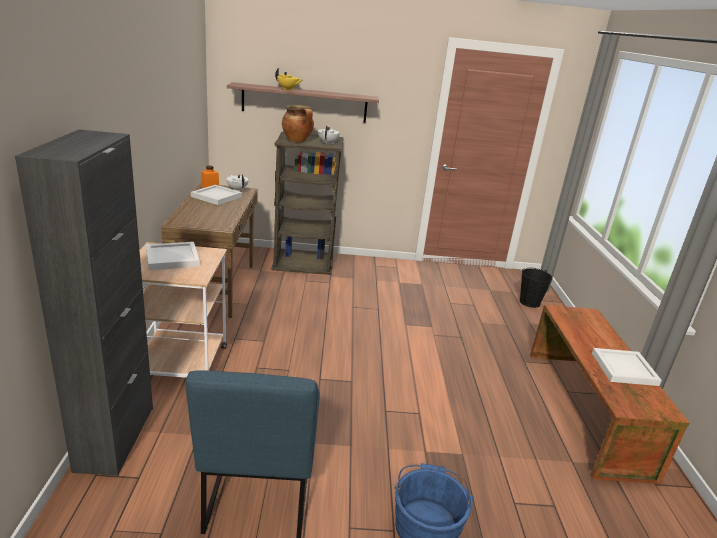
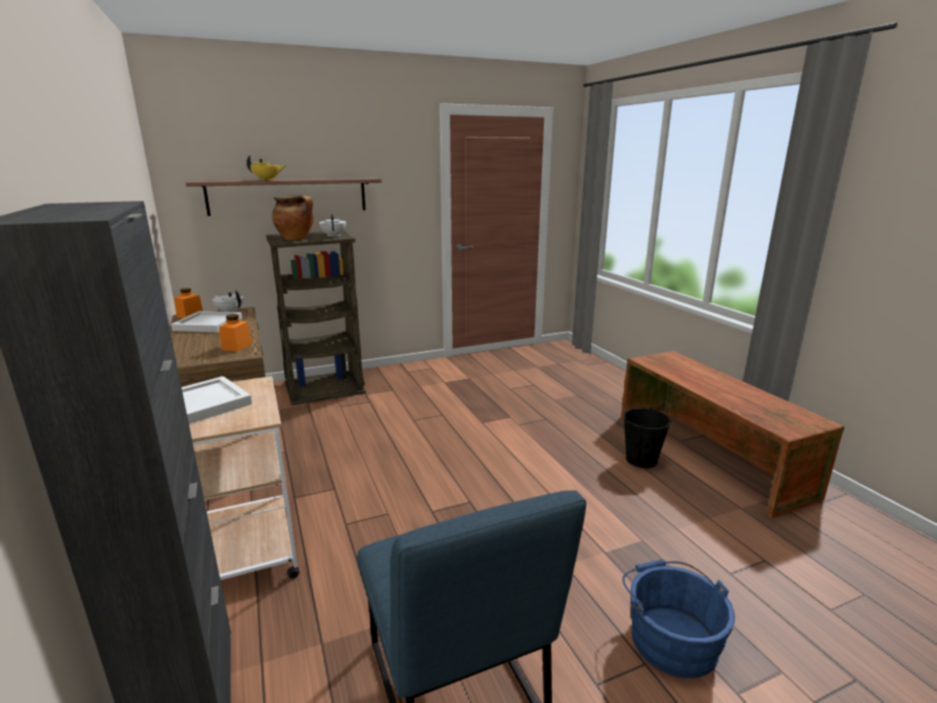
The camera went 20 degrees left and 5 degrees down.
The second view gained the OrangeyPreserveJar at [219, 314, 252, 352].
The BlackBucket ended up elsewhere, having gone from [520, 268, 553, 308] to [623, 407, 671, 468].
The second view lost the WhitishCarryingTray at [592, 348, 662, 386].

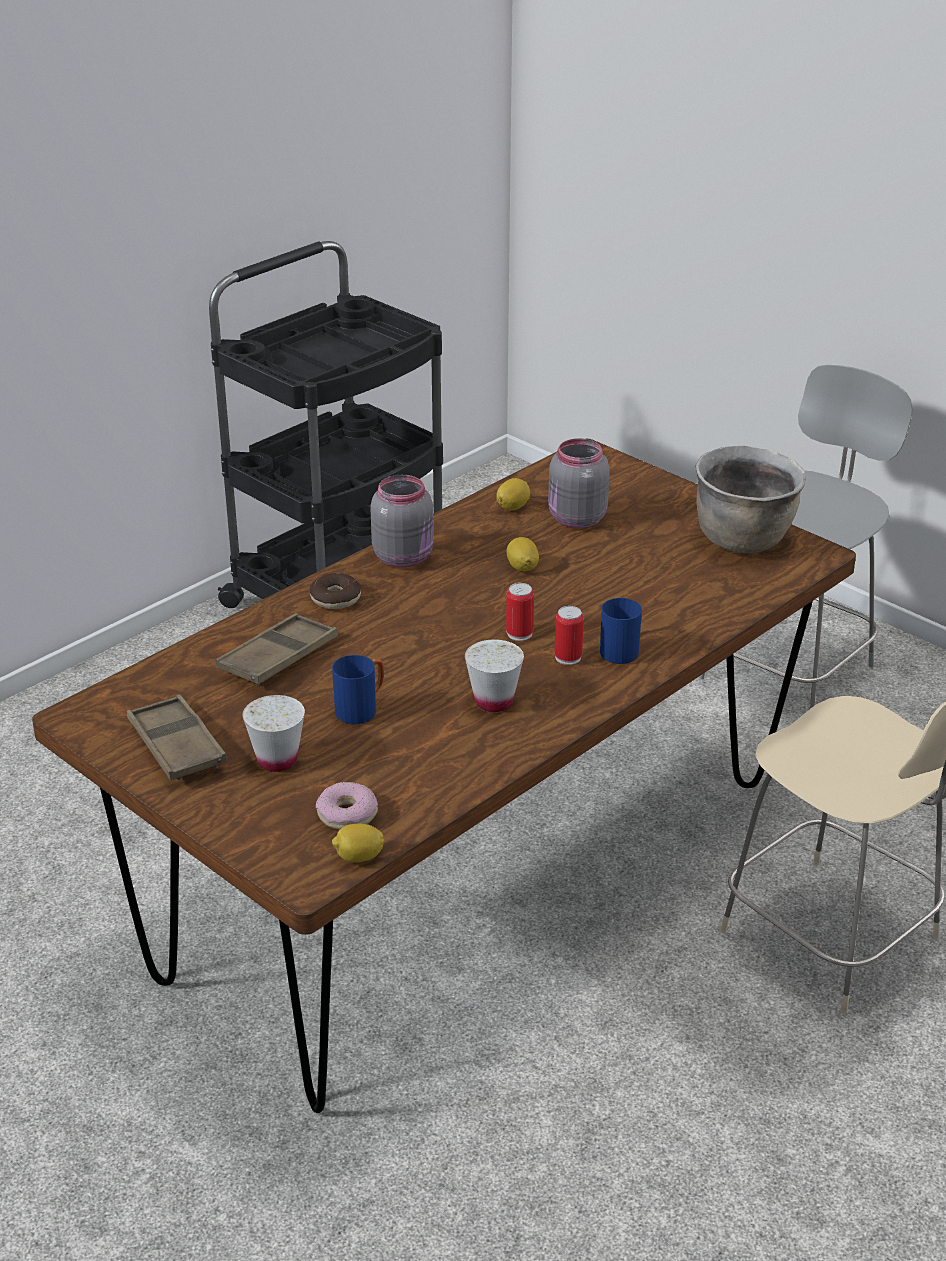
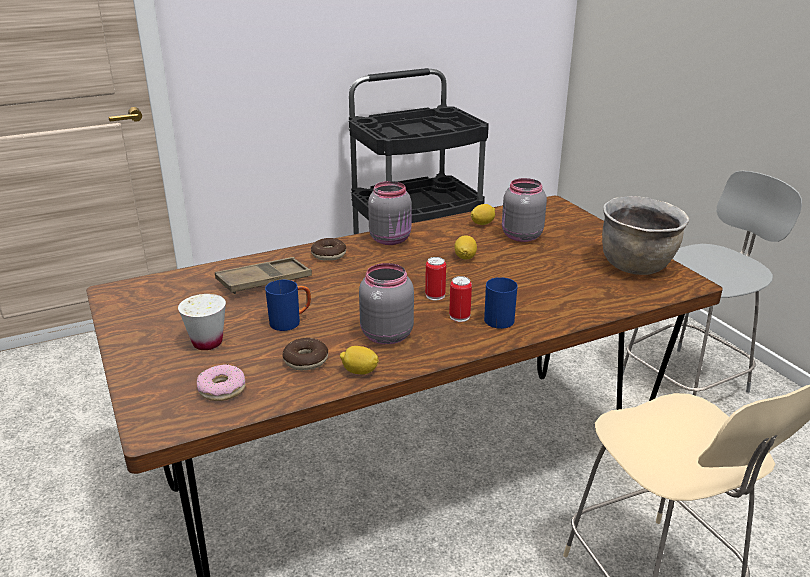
The camera went 20 degrees right and 5 degrees down.
The second view gained the RingDoughnut at [282, 338, 328, 370].
The Lemon ended up elsewhere, having gone from [332, 824, 385, 862] to [340, 346, 379, 375].
Where the WhitishDrinkingCup stood at [465, 639, 524, 712], the GreyishPreserveJar came to stand at [359, 263, 414, 344].
The second view lost the BrownCarryingTray at [127, 694, 227, 780].

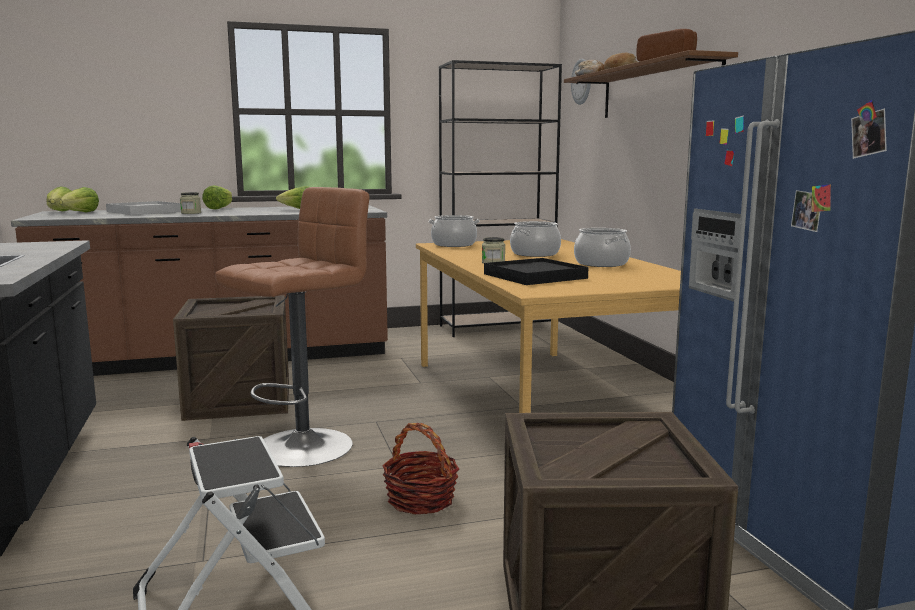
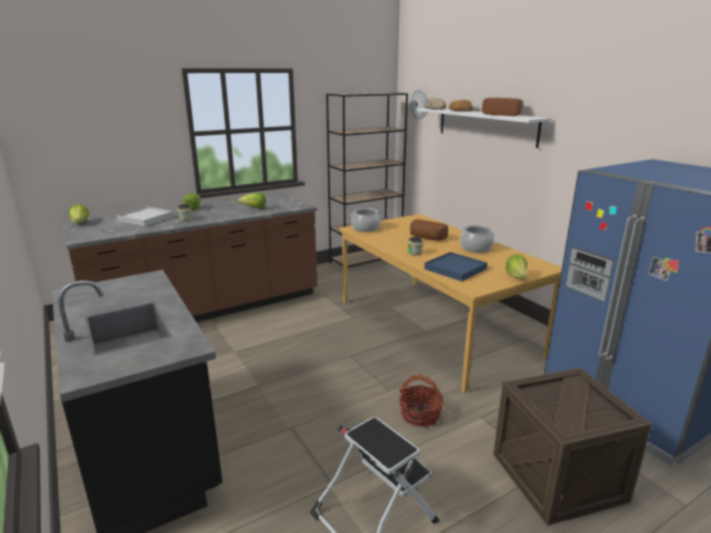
The camera went 15 degrees left and 10 degrees up.
Where the Saucepot stood at [510, 221, 561, 257], the Bread came to stand at [410, 219, 448, 241].
What was the BrownBracketShelf at [564, 50, 738, 118] turned into the WhitishBracketShelf at [416, 108, 552, 148].
What was the BlackCarryingTray at [484, 258, 589, 285] turned into the BlueColouredCarryingTray at [424, 252, 487, 281].
The Lettuce ended up elsewhere, having gone from [59, 187, 99, 212] to [505, 254, 527, 278].
The second view lost the Crate at [173, 295, 289, 421].
The second view lost the BrownStool at [215, 187, 370, 467].

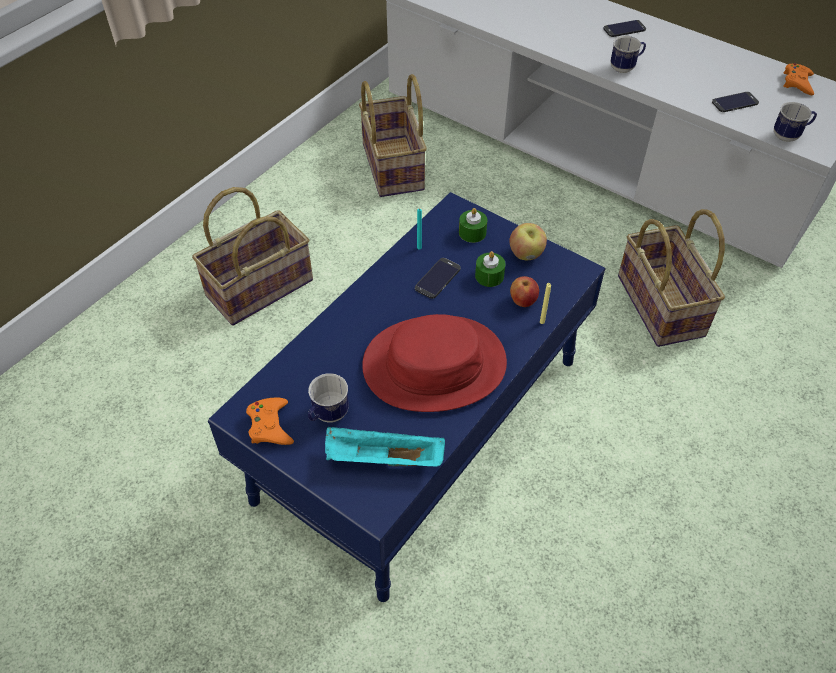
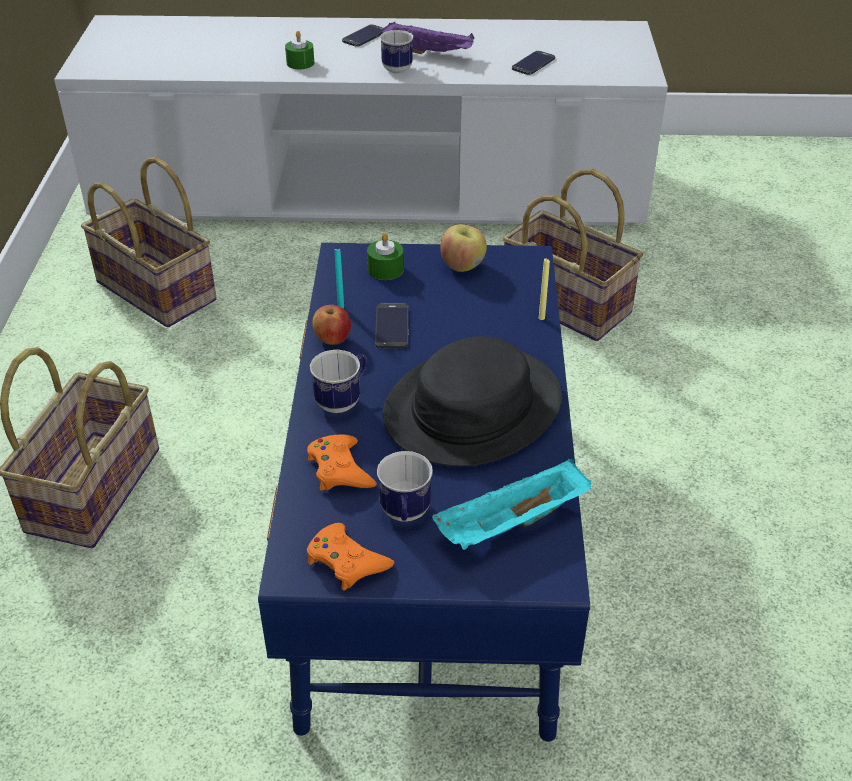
The camera went 35 degrees left and 10 degrees down.
The GreenColouredCandle ended up elsewhere, having gone from [475, 251, 505, 287] to [285, 31, 314, 69].
The OrangeyJoypad ended up elsewhere, having gone from [783, 63, 814, 95] to [307, 434, 377, 491].
The TeaMug ended up elsewhere, having gone from [774, 102, 817, 142] to [310, 350, 367, 413].
The Apple ended up elsewhere, having gone from [510, 276, 539, 307] to [312, 305, 351, 345].
The second view gained the PurpleCarryingTray at [381, 22, 474, 54].
What was the ReddishHat at [362, 314, 507, 412] turned into the BlackHat at [383, 336, 562, 467].

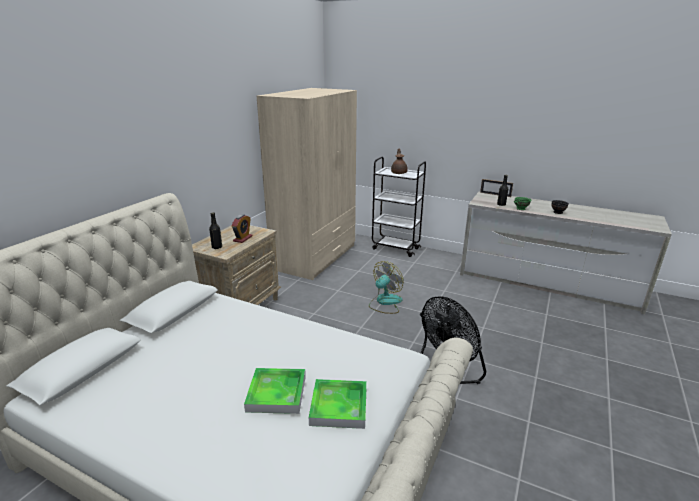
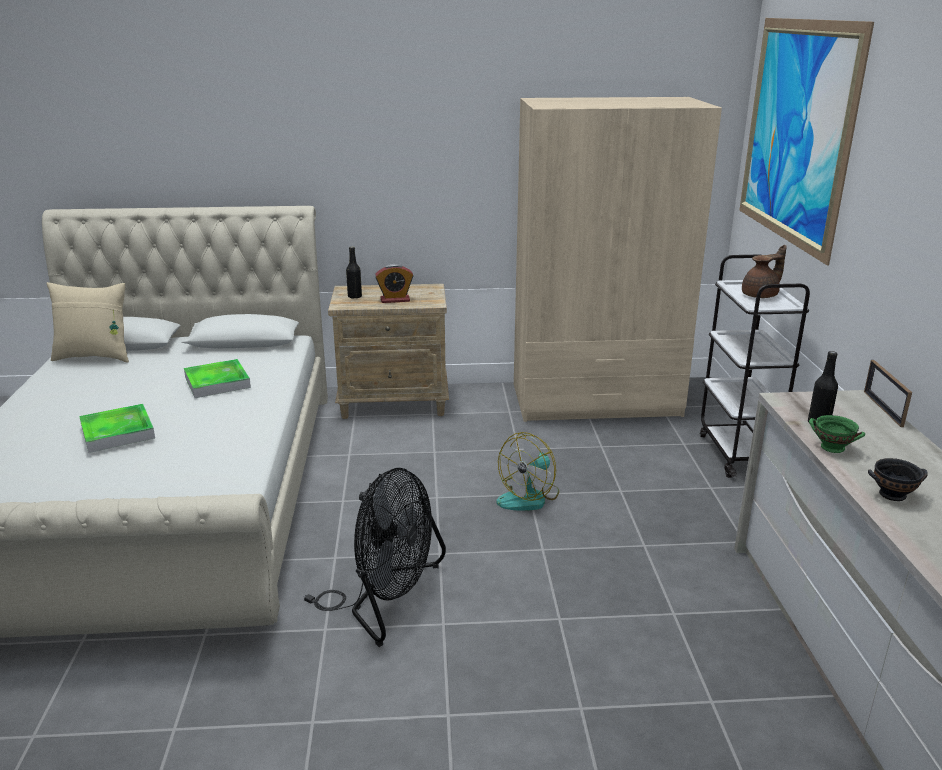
The camera went 60 degrees right and 0 degrees up.
The second view gained the SandColouredPillow at [47, 282, 129, 363].
The CarryingTray ended up elsewhere, having gone from [309, 379, 367, 429] to [184, 359, 251, 398].
The ElectricFan at [369, 261, 404, 314] ended up facing another way, 120 degrees clockwise from before.
The second view gained the WallArt at [739, 18, 874, 266].

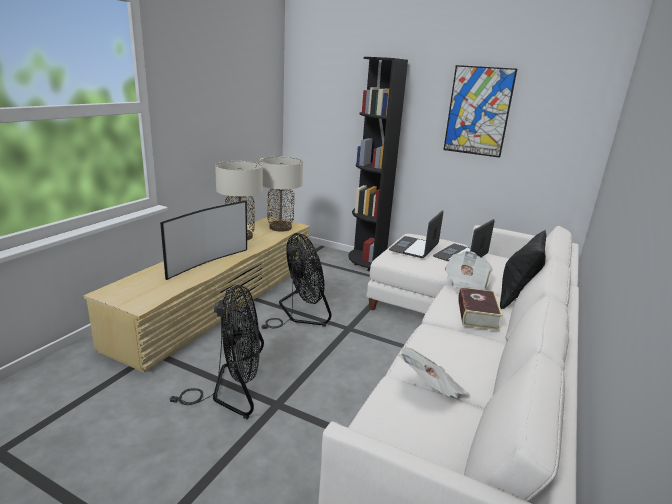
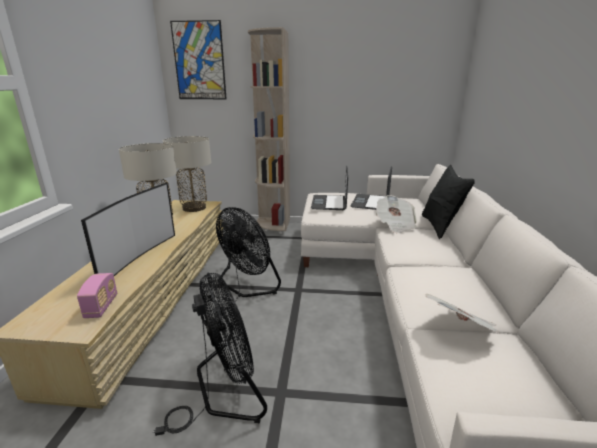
The camera went 20 degrees left and 0 degrees up.
The second view gained the RadioReceiver at [77, 273, 117, 318].
The WallArt ended up elsewhere, having gone from [443, 65, 517, 158] to [170, 20, 226, 99].
What was the BlackBookshelf at [348, 57, 408, 271] turned into the SandColouredBookshelf at [248, 27, 290, 234].
The second view lost the Volume at [458, 287, 503, 331].

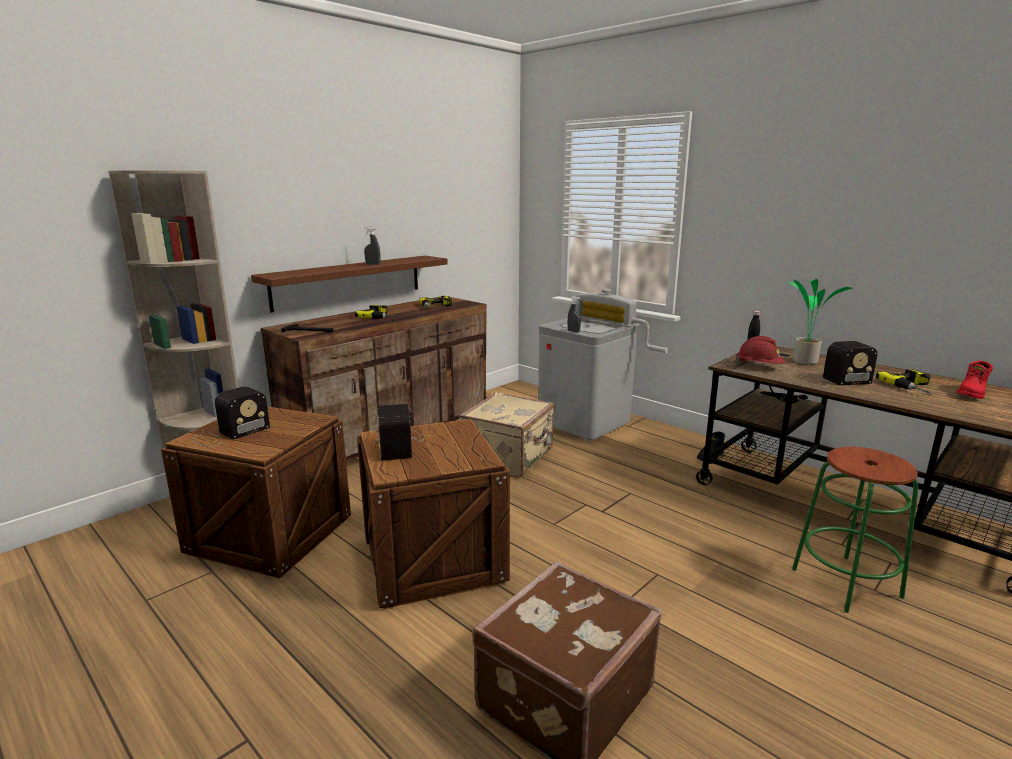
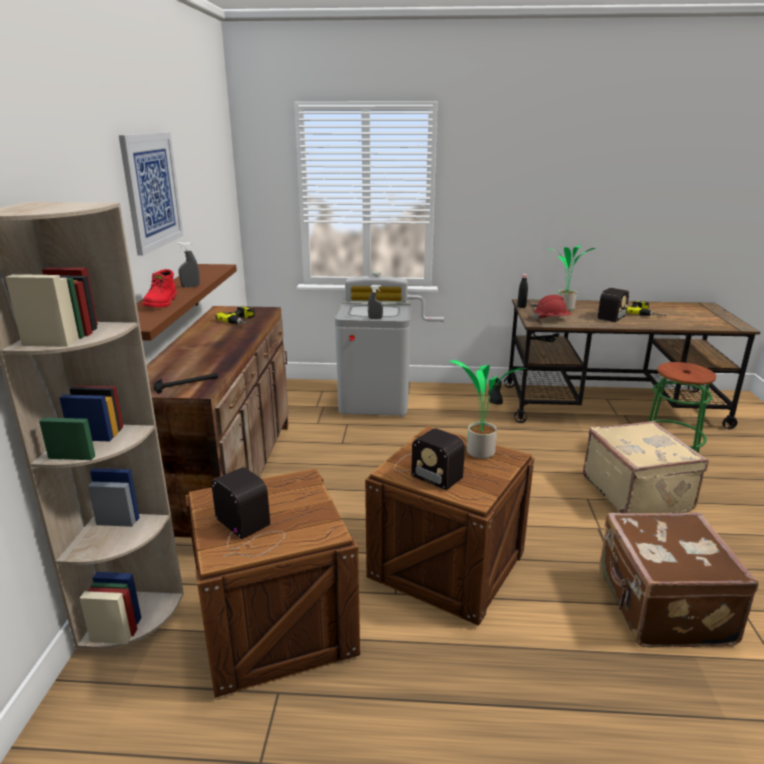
The camera went 40 degrees left and 5 degrees up.
The second view gained the WallArt at [119, 132, 183, 256].
The ReddishBoot ended up elsewhere, having gone from [957, 361, 993, 399] to [142, 269, 177, 307].
The RadioReceiver at [193, 386, 270, 447] ended up facing another way, 45 degrees counterclockwise from before.
The second view gained the PlantInAPot at [449, 360, 526, 459].
The SandColouredTravelCase ended up elsewhere, having gone from [459, 392, 554, 478] to [583, 421, 709, 513].
The second view lost the ElectricDrill at [355, 305, 399, 319].

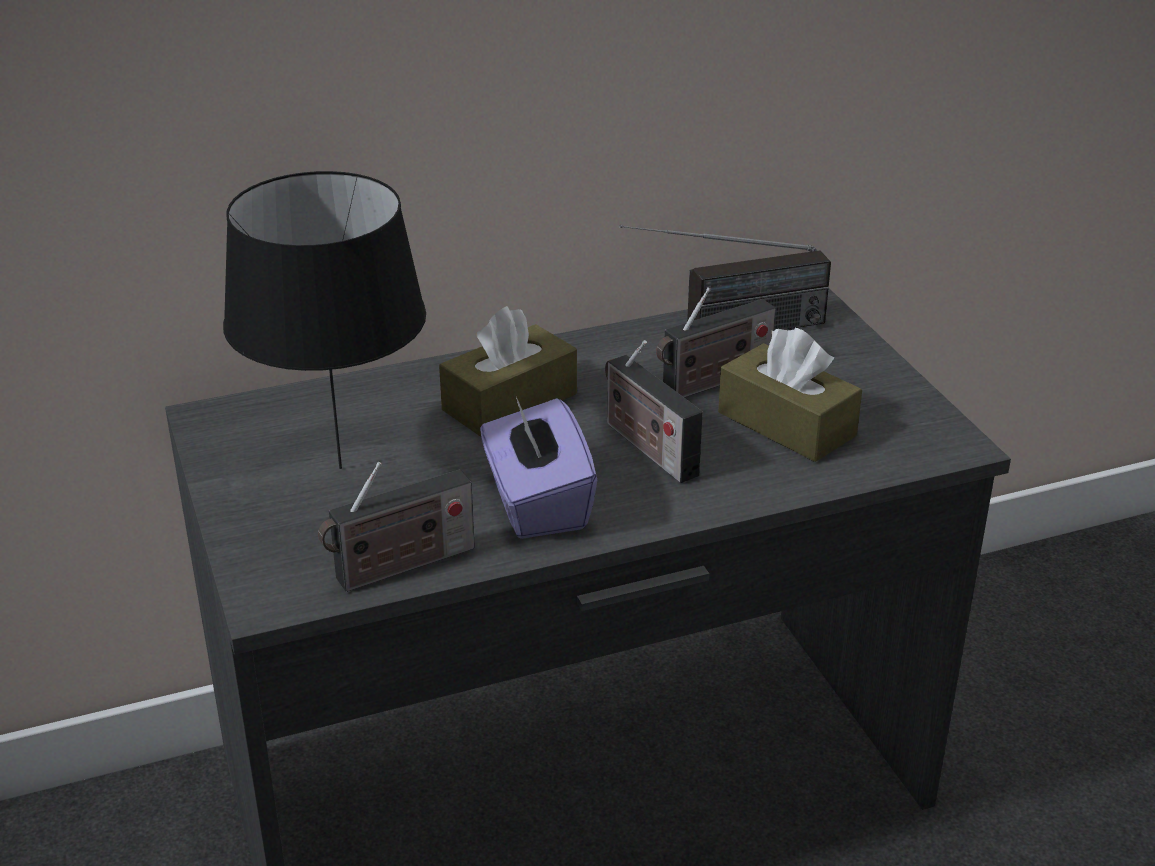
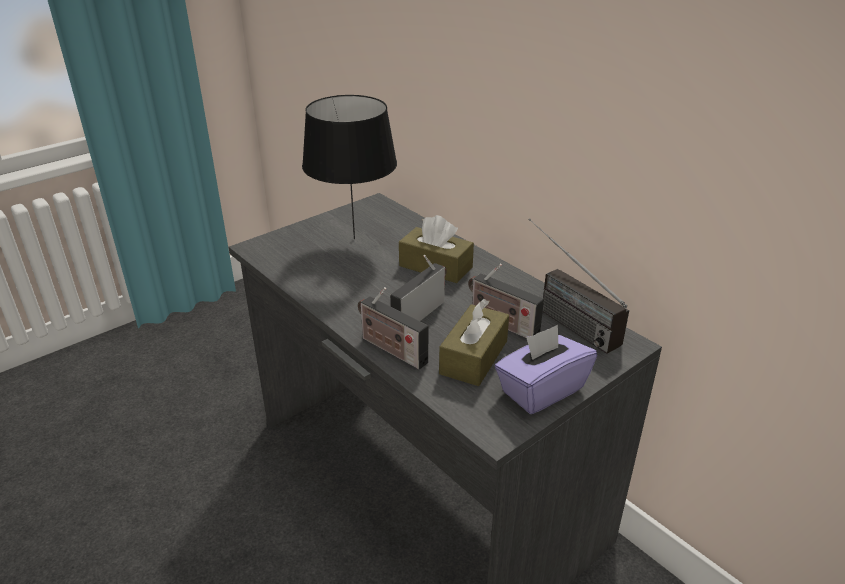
The camera went 70 degrees right and 0 degrees up.
The RadioReceiver ended up elsewhere, having gone from [318, 462, 475, 592] to [358, 287, 428, 370].
The PurpleTissueHolder ended up elsewhere, having gone from [480, 397, 597, 539] to [495, 325, 597, 414].

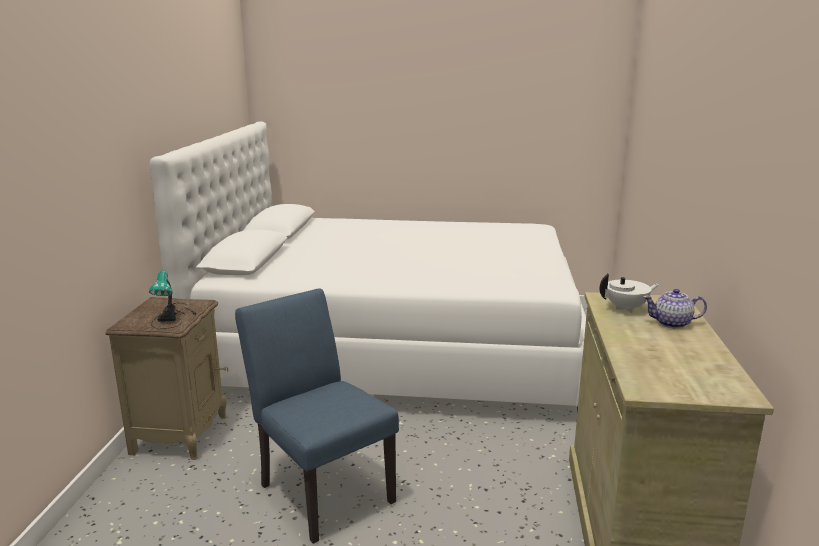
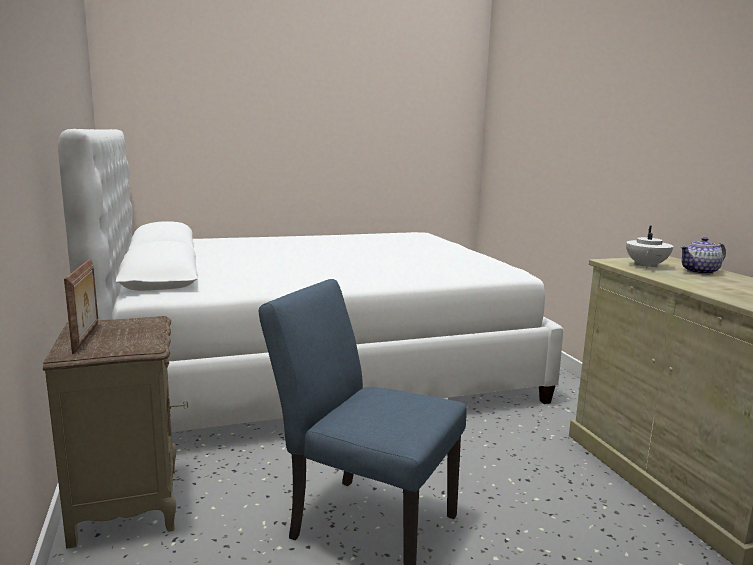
The camera went 25 degrees left and 5 degrees down.
The second view gained the PhotoFrame at [64, 259, 98, 354].
The WhitishTeapot at [600, 274, 659, 313] ended up facing another way, 150 degrees clockwise from before.
The second view lost the TabletopLamp at [149, 271, 197, 329].

